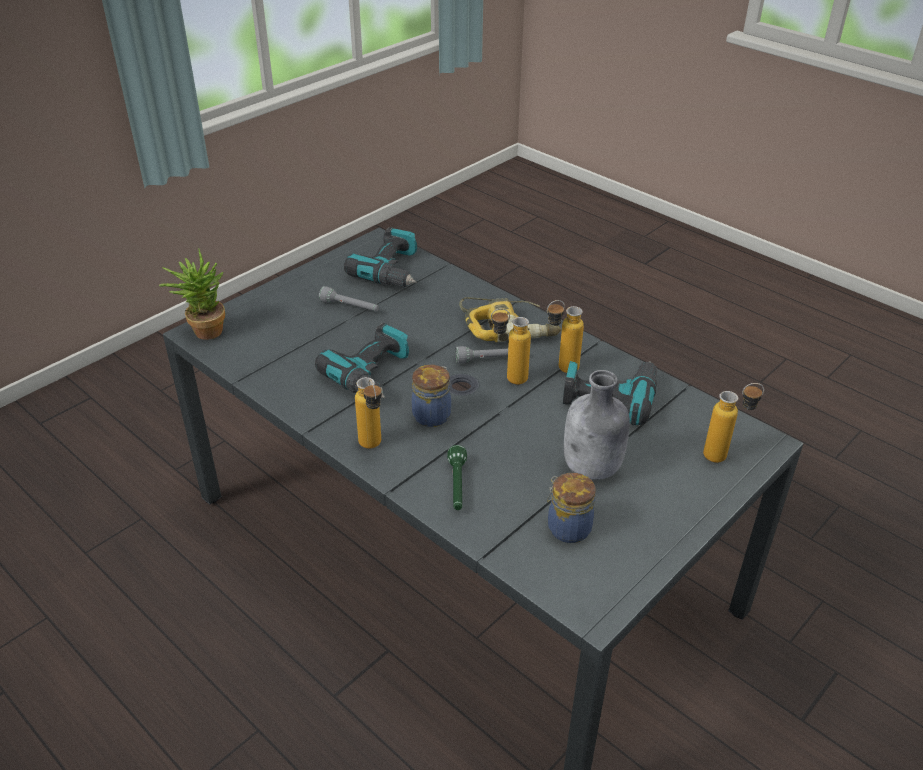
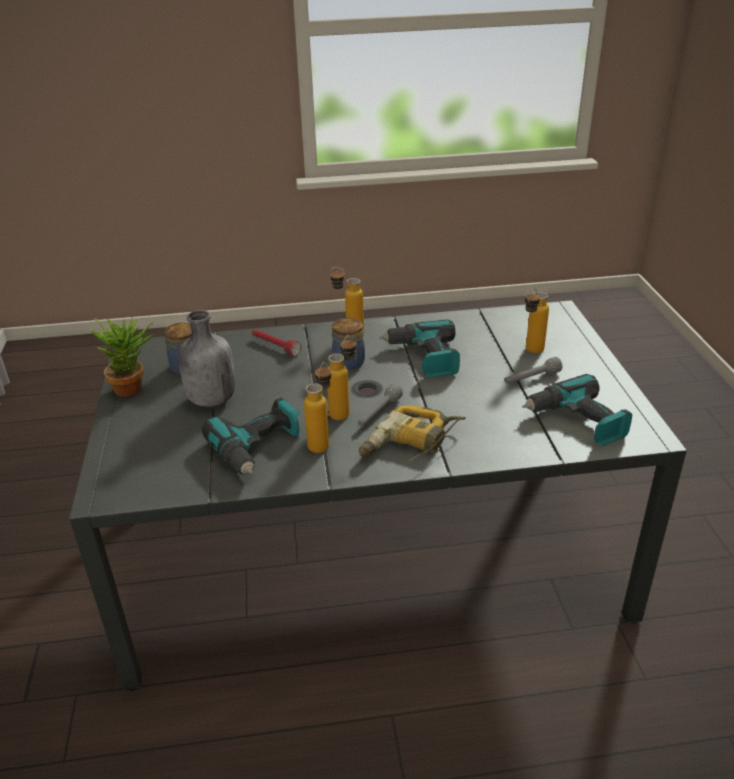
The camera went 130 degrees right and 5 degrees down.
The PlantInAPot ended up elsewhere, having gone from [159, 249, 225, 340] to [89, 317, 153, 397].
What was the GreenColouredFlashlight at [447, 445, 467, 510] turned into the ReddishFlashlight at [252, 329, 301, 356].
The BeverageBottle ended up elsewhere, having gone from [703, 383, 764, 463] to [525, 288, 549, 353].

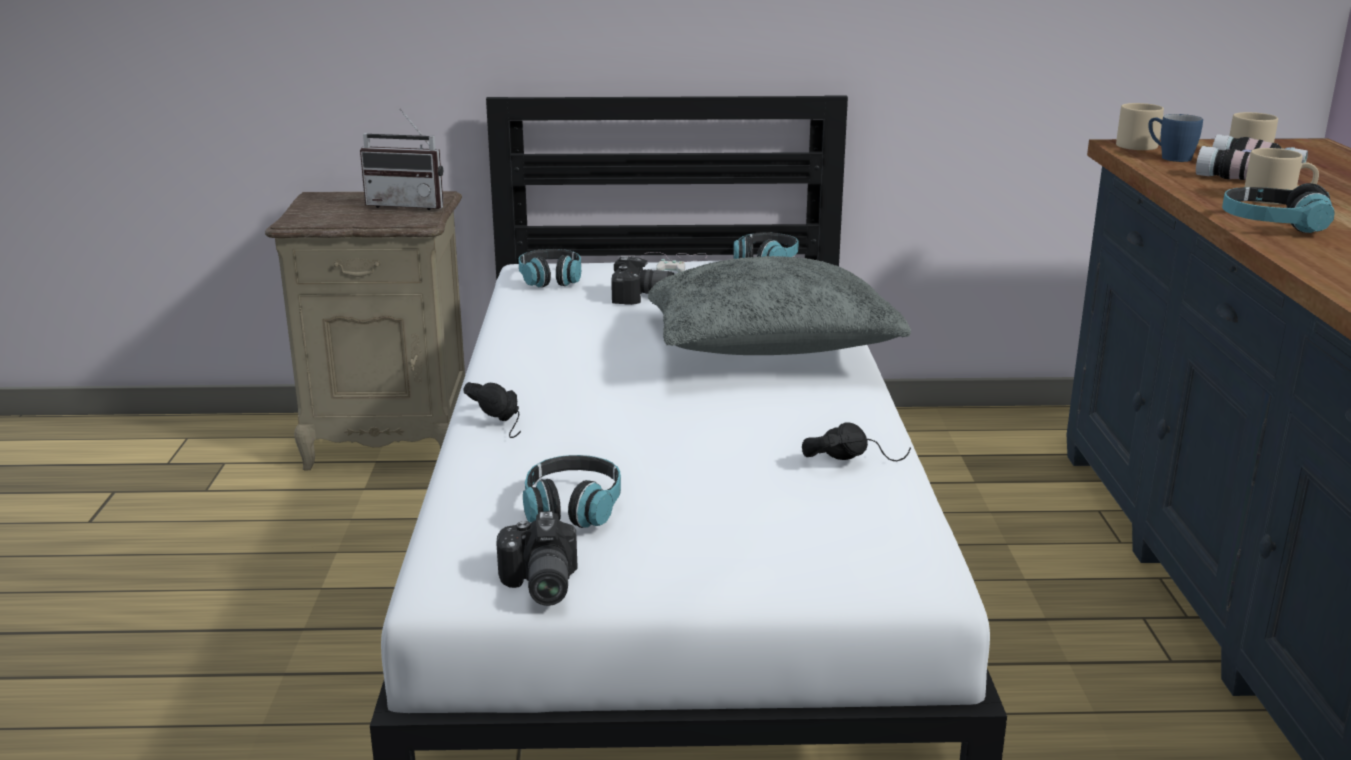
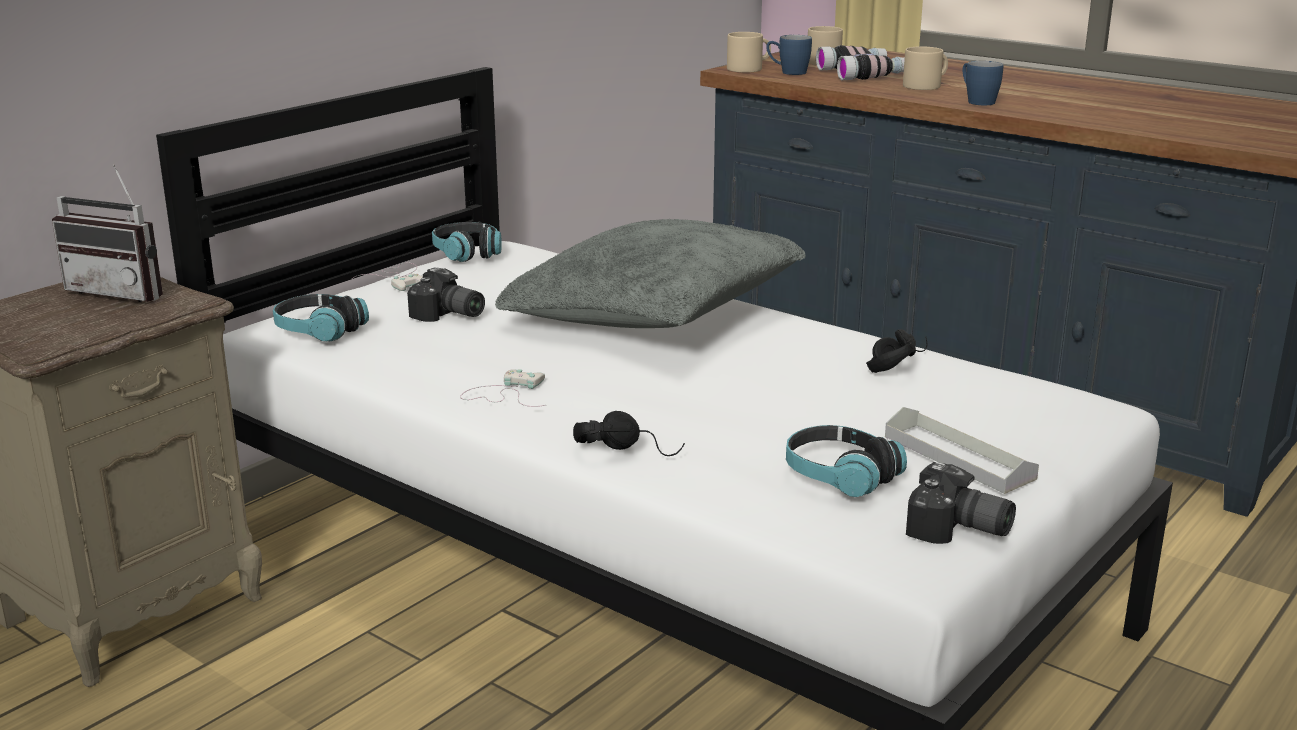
The camera went 50 degrees left and 0 degrees up.
The RadioReceiver at [360, 109, 444, 210] ended up facing another way, 60 degrees clockwise from before.
The PhotoCamera at [611, 256, 674, 305] ended up facing another way, 75 degrees clockwise from before.
The second view gained the WhitishJoypad at [460, 369, 546, 407].
The second view gained the GreyishCarryingTray at [885, 407, 1039, 494].
Where the Headphones stood at [1222, 183, 1335, 233], the BlueColouredTeaMug came to stand at [963, 61, 1003, 105].

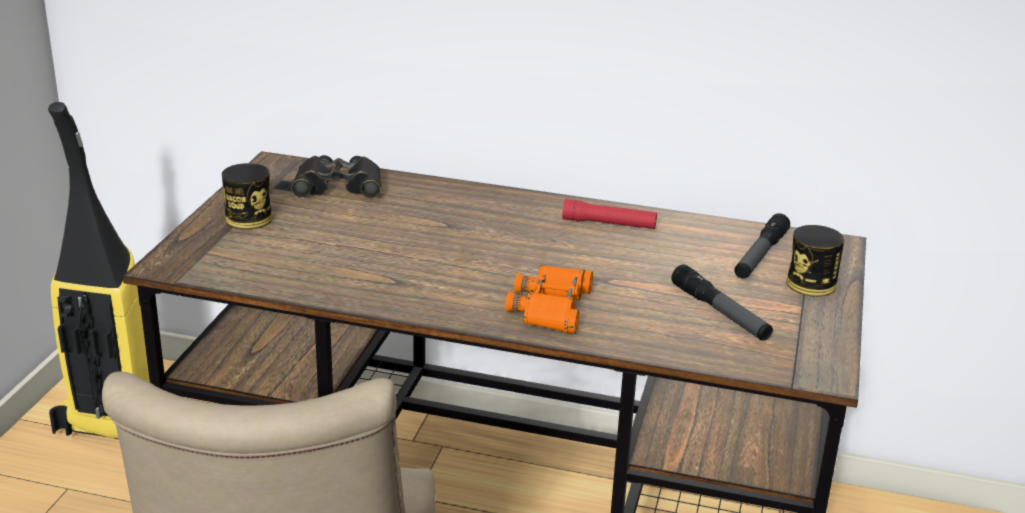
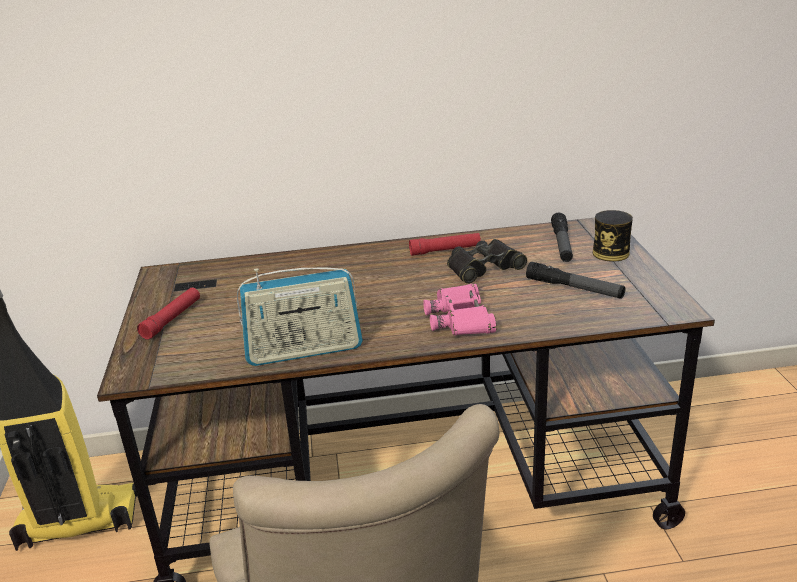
The camera went 20 degrees left and 0 degrees up.
Where the Can stood at [222, 163, 272, 230], the ReddishFlashlight came to stand at [137, 288, 200, 340].
The second view gained the RadioReceiver at [237, 267, 363, 366].
What was the OrangeyBinoculars at [505, 265, 593, 334] turned into the PinkColouredBinoculars at [423, 284, 496, 335].
The BlackBinoculars ended up elsewhere, having gone from [291, 155, 382, 198] to [447, 239, 527, 284].

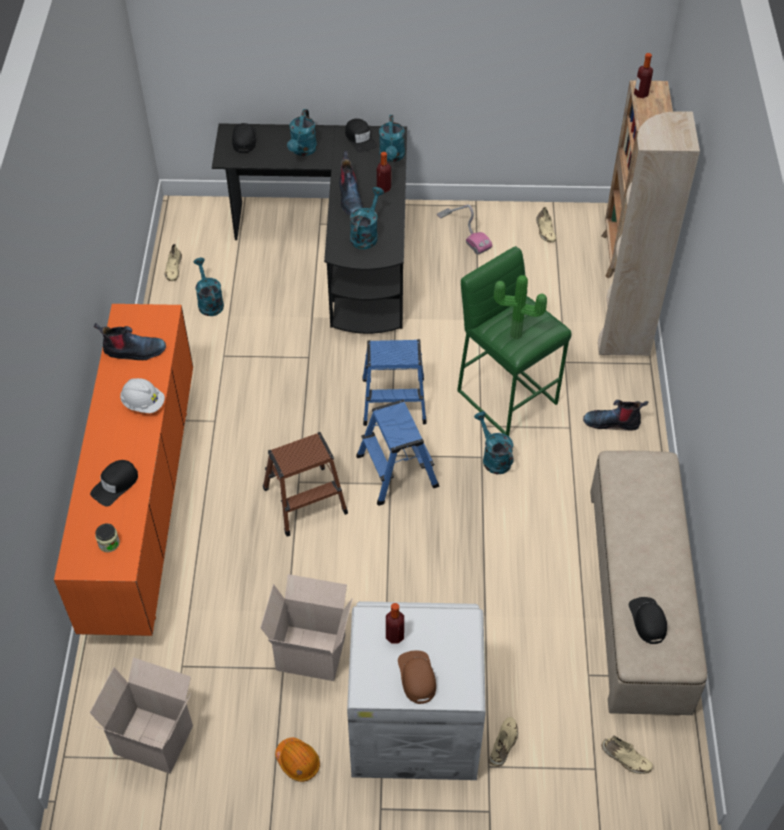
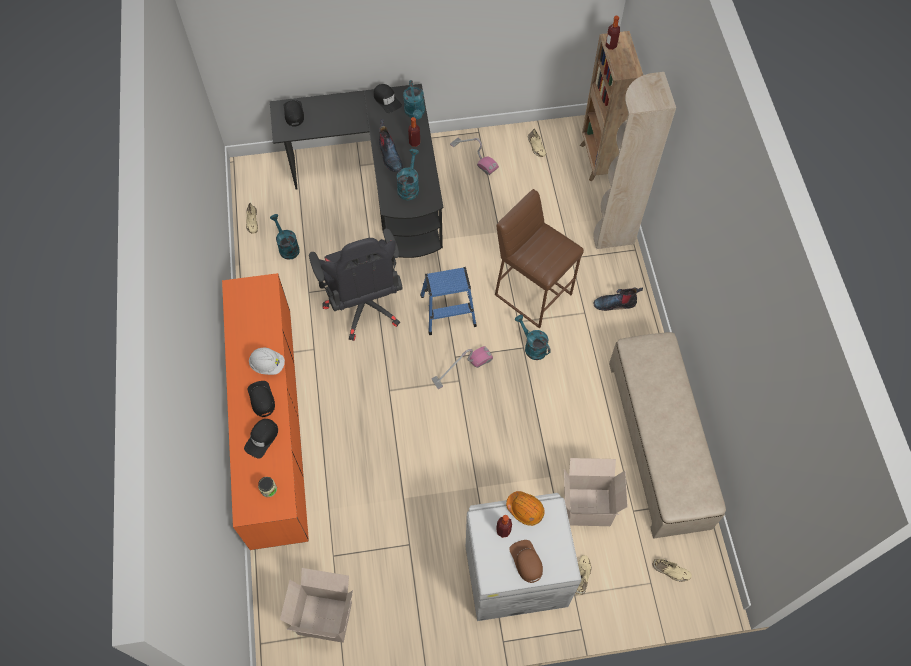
The camera went 10 degrees left and 10 degrees up.
The BlackBaseballCap ended up elsewhere, having gone from [629, 597, 667, 644] to [248, 381, 275, 417].
The second view gained the BlackOfficeChair at [309, 229, 403, 341].
Where the BlueColouredStepLadder stood at [356, 399, 439, 506], the VacuumCleaner came to stand at [432, 346, 493, 389].
What was the GreenColouredStool at [457, 246, 572, 436] turned into the BrownStool at [495, 189, 584, 329].
The OrangeyHardHat ended up elsewhere, having gone from [275, 737, 320, 782] to [506, 491, 545, 526].
The Carton ended up elsewhere, having gone from [260, 574, 353, 681] to [564, 458, 628, 526].
The second view lost the Boot at [94, 323, 166, 360].
The second view lost the BrownStepLadder at [263, 432, 348, 537].
The second view lost the BlueGreenWateringCan at [287, 109, 317, 156].
The second view lost the PlantInAPot at [494, 275, 547, 339].

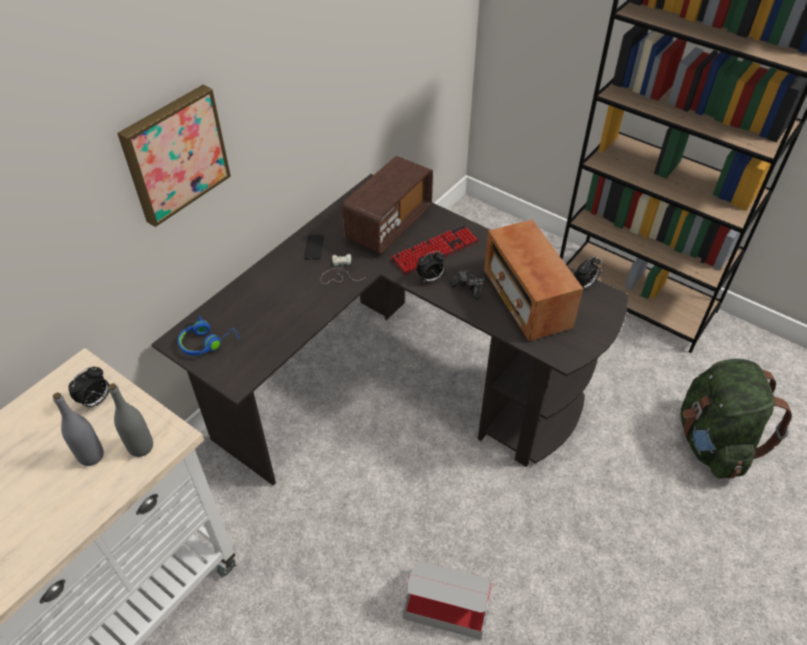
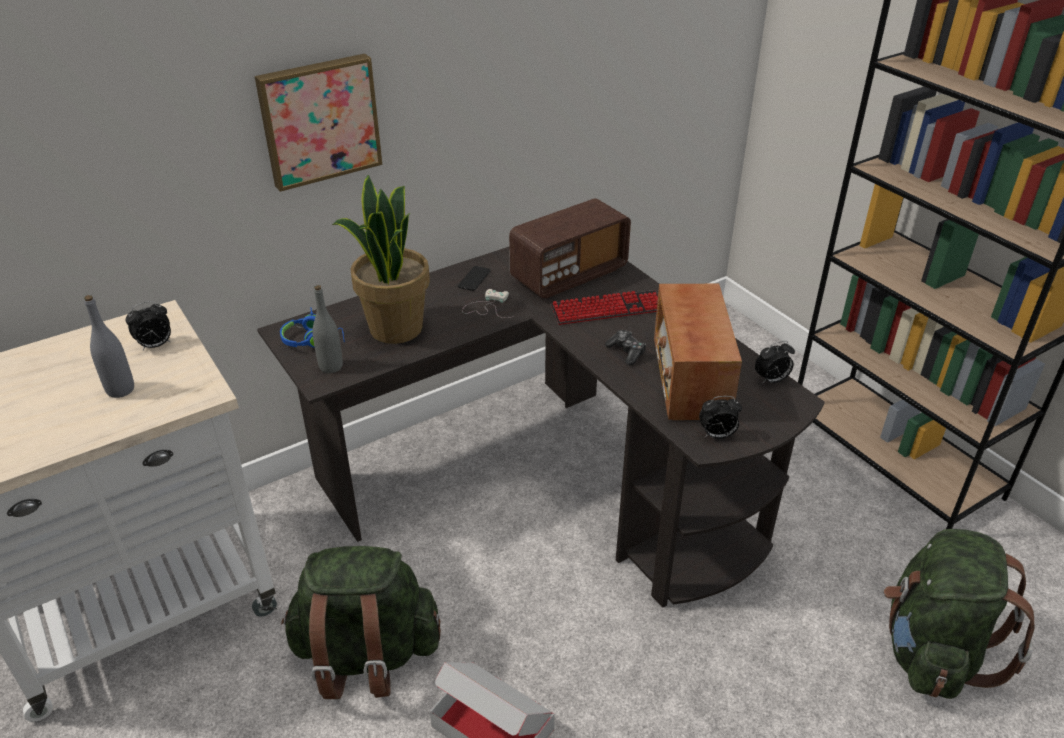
The camera went 20 degrees right and 10 degrees down.
The second view gained the GreenColouredBackpack at [281, 546, 441, 699].
The GreyishBeverageBottle ended up elsewhere, having gone from [108, 383, 153, 457] to [312, 285, 343, 373].
The second view gained the PlantInAPot at [332, 175, 430, 344].
The BedsideClock ended up elsewhere, having gone from [416, 251, 445, 283] to [699, 396, 742, 439].

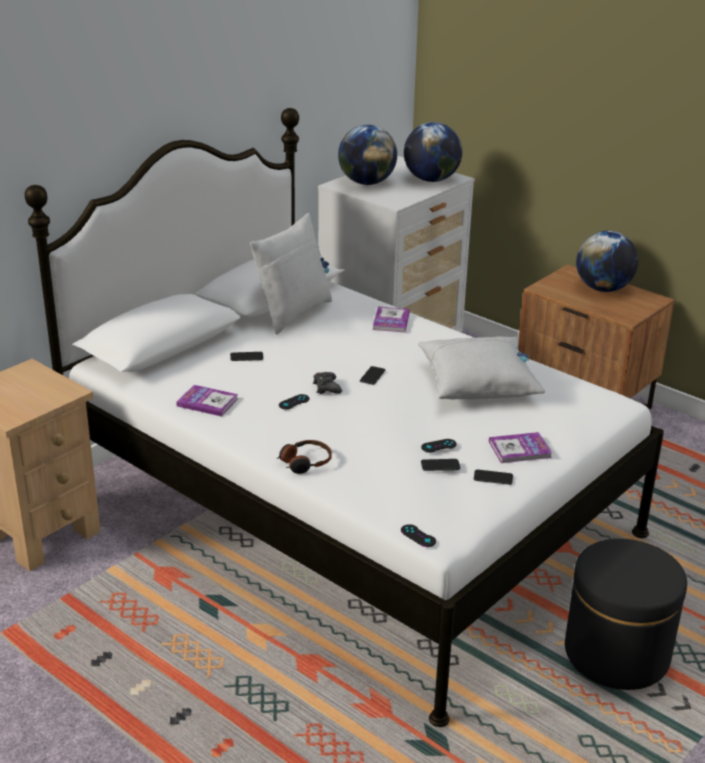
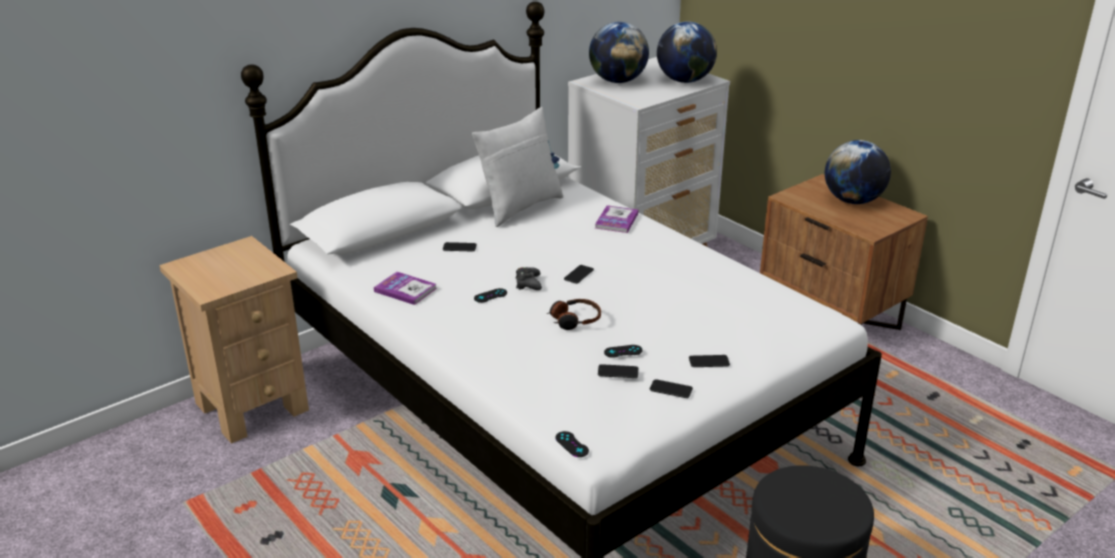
The camera went 10 degrees right and 0 degrees up.
The Headphones ended up elsewhere, having gone from [277, 440, 332, 474] to [547, 299, 601, 330].
Where the Volume stood at [489, 432, 552, 463], the Handset came to stand at [689, 355, 730, 367].
The second view lost the GreyishPillow at [418, 336, 545, 399].

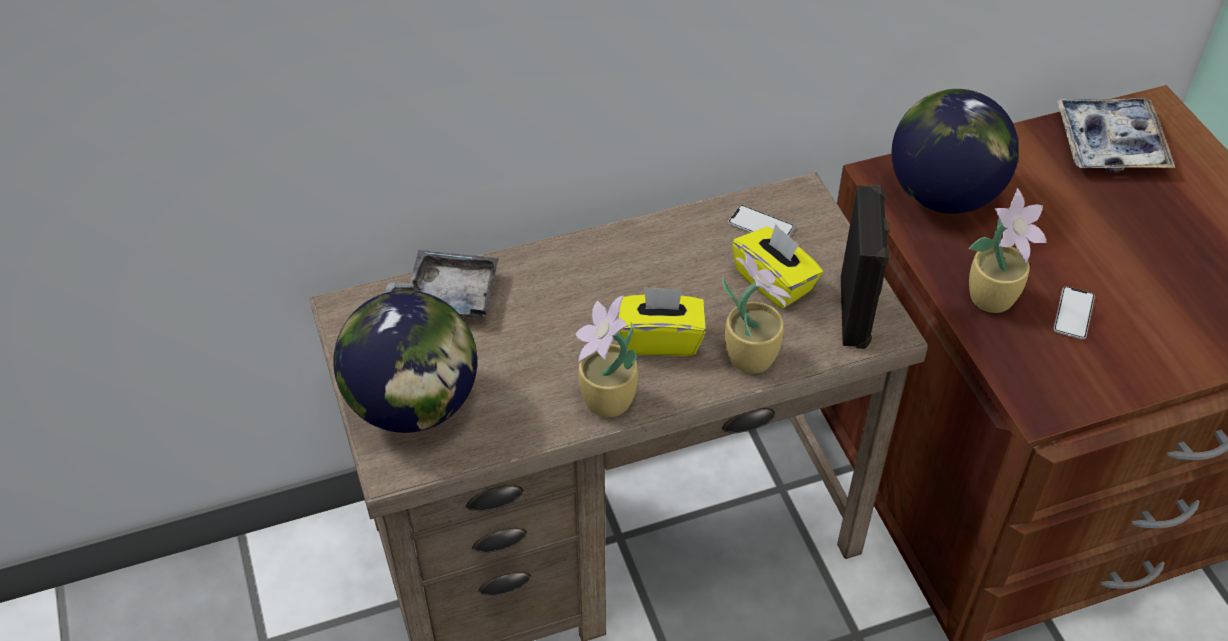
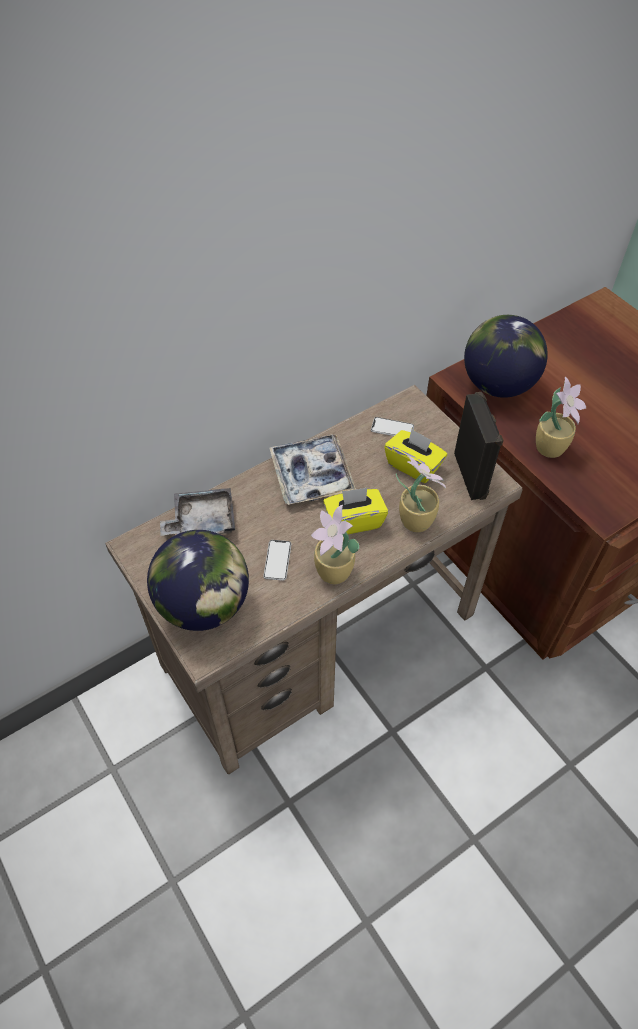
The camera went 15 degrees left and 5 degrees up.
The Handset ended up elsewhere, having gone from [1053, 286, 1095, 339] to [263, 540, 291, 581].
The CarryingTray ended up elsewhere, having gone from [1056, 98, 1175, 172] to [269, 434, 356, 505].

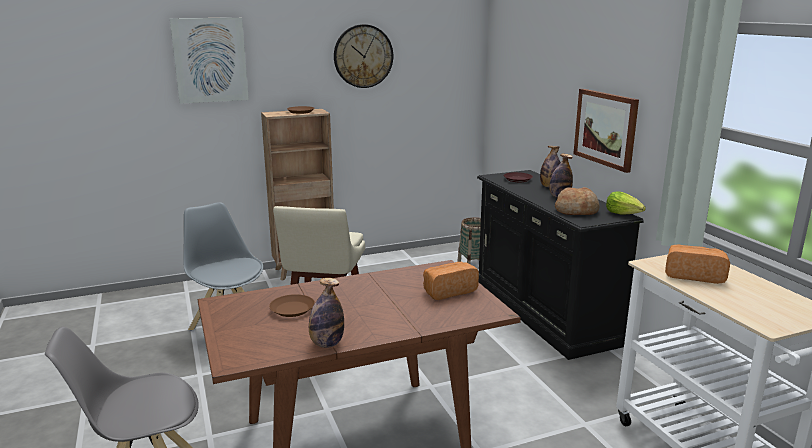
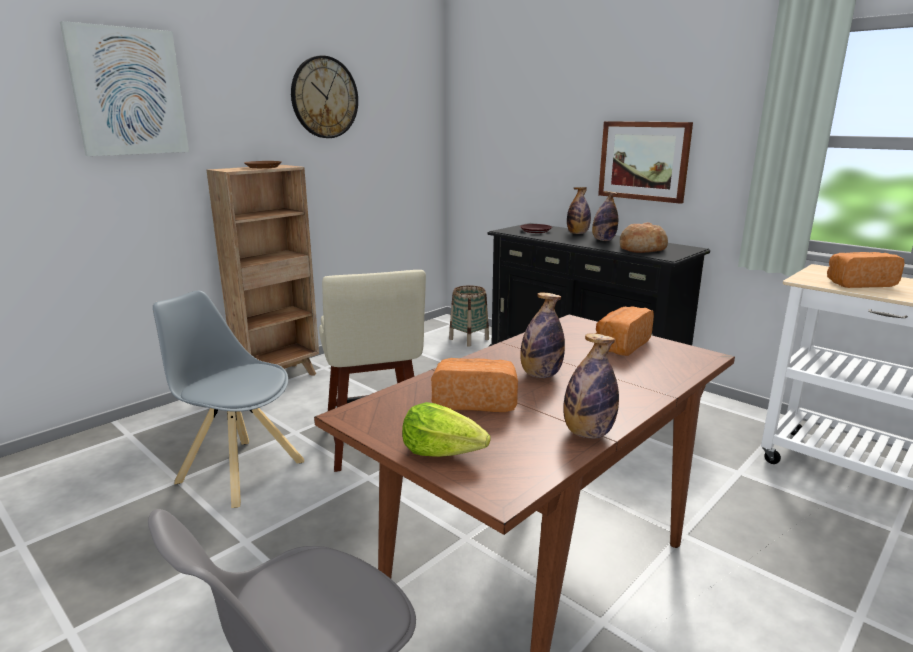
The camera went 25 degrees left and 0 degrees up.
The Lettuce ended up elsewhere, having gone from [606, 191, 646, 215] to [402, 402, 491, 457].
Where the BrownPlate stood at [269, 294, 315, 317], the Bread came to stand at [431, 358, 518, 412].
The second view gained the BeverageBottle at [520, 293, 565, 378].

